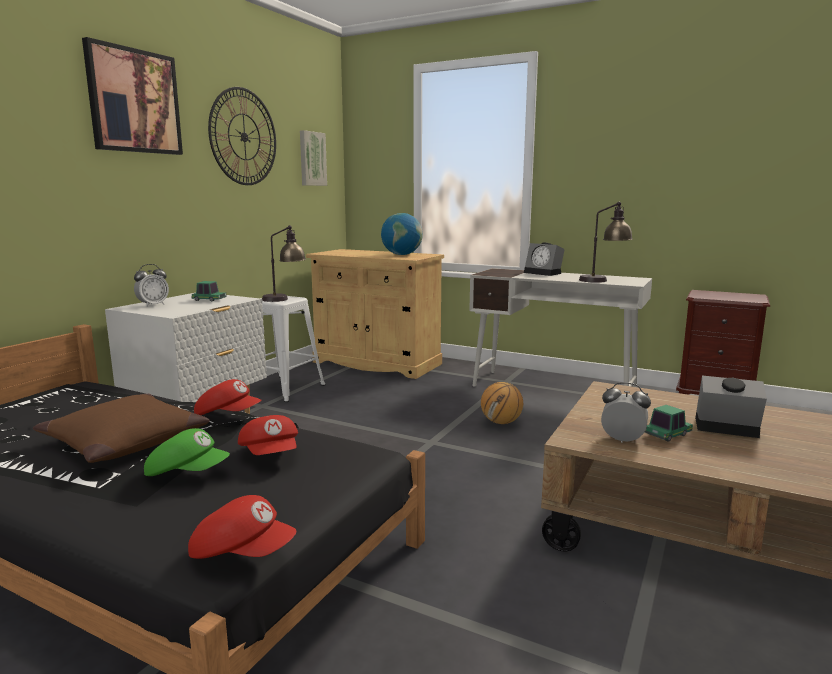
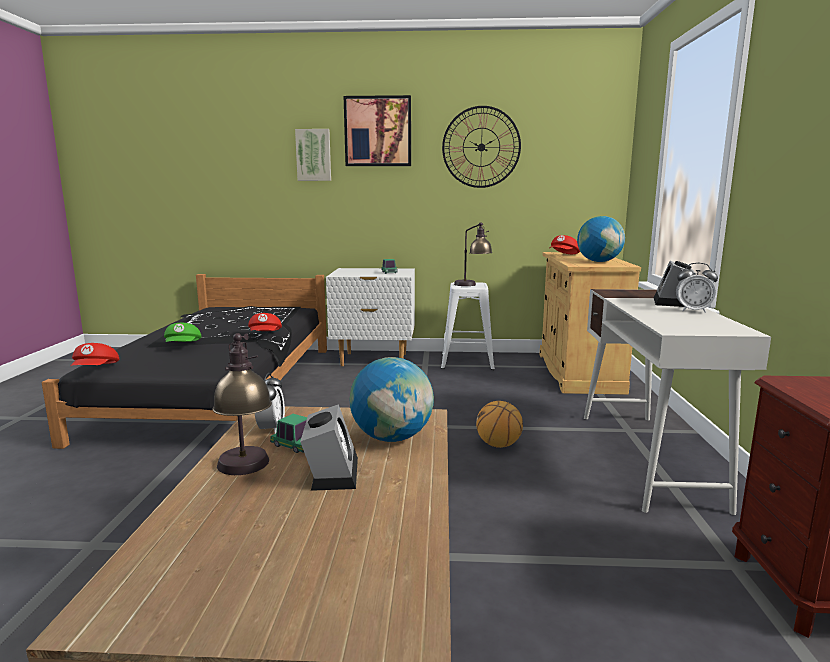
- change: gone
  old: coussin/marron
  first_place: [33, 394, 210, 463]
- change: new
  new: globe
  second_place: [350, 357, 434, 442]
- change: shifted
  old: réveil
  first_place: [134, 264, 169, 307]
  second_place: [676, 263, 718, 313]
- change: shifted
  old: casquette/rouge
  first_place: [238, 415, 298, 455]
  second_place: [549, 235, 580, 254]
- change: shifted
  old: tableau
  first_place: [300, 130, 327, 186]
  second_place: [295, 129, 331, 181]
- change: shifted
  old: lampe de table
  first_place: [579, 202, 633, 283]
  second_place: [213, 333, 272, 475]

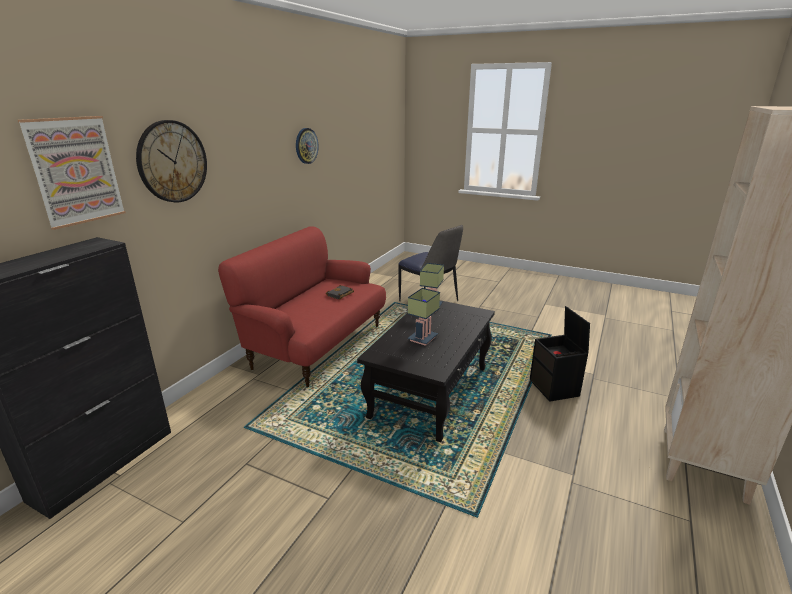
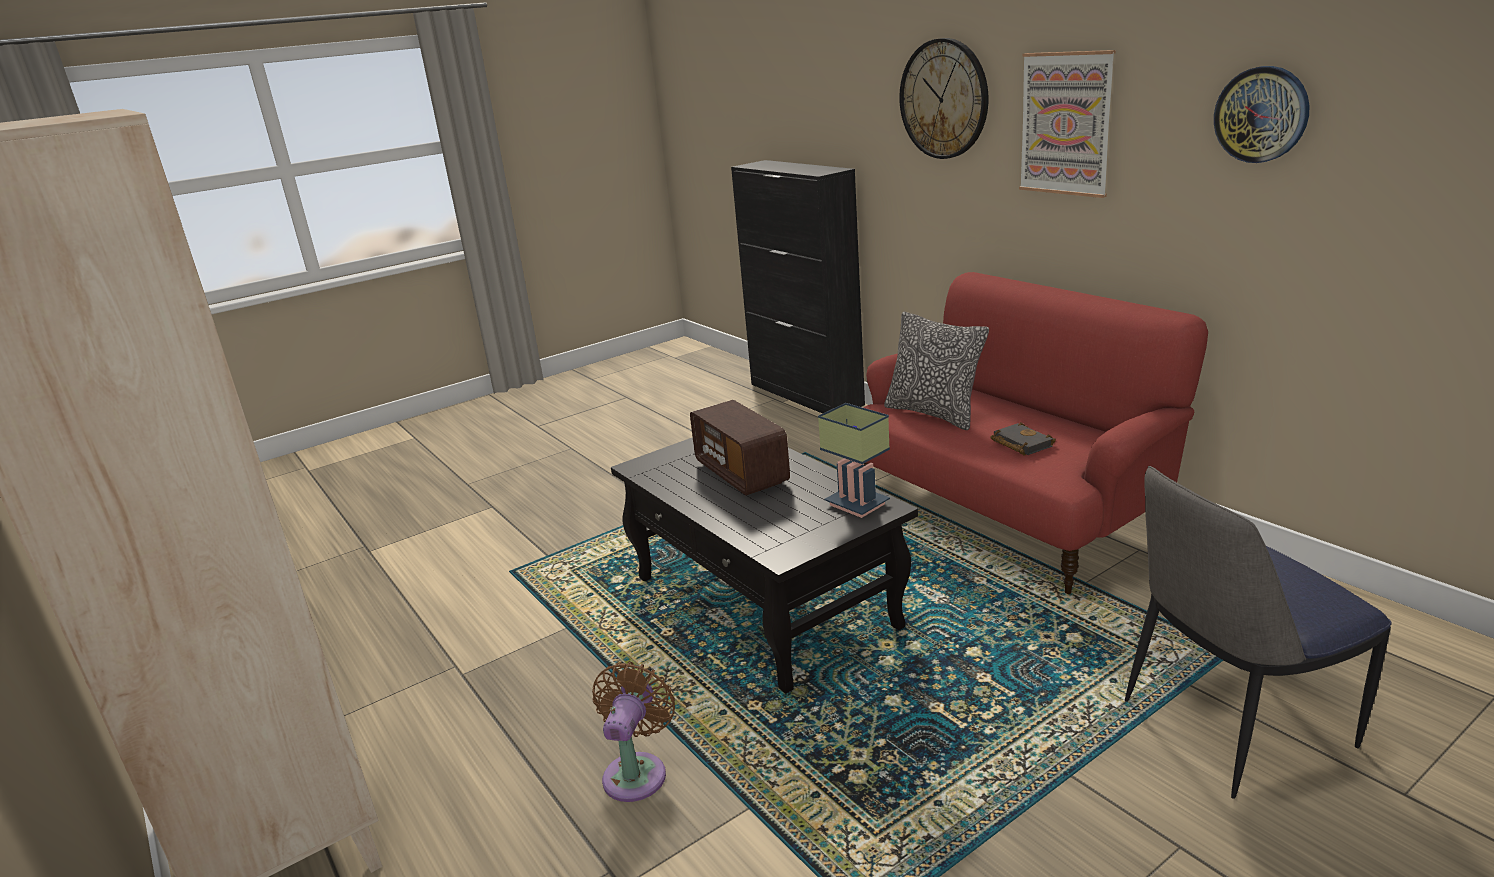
- change: new
  new: coussin
  second_place: [884, 312, 989, 430]
- change: shifted
  old: tableau
  first_place: [18, 116, 126, 230]
  second_place: [1019, 50, 1116, 198]
- change: swapped
  old: lampe de table
  new: radio
  first_place: [408, 288, 440, 346]
  second_place: [690, 400, 790, 495]
- change: swapped
  old: boîte de rangement/noir
  new: ventilateur/marron
  first_place: [530, 306, 590, 402]
  second_place: [592, 662, 675, 802]

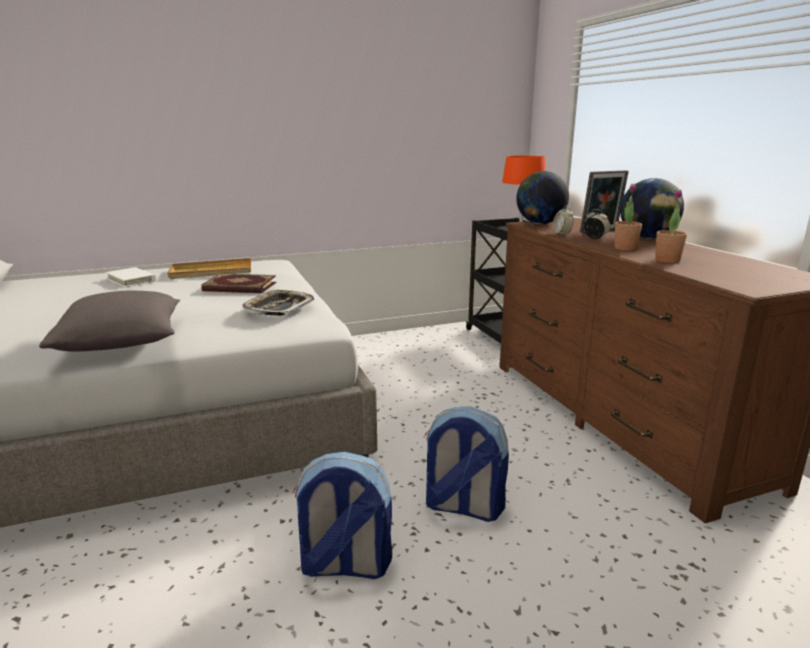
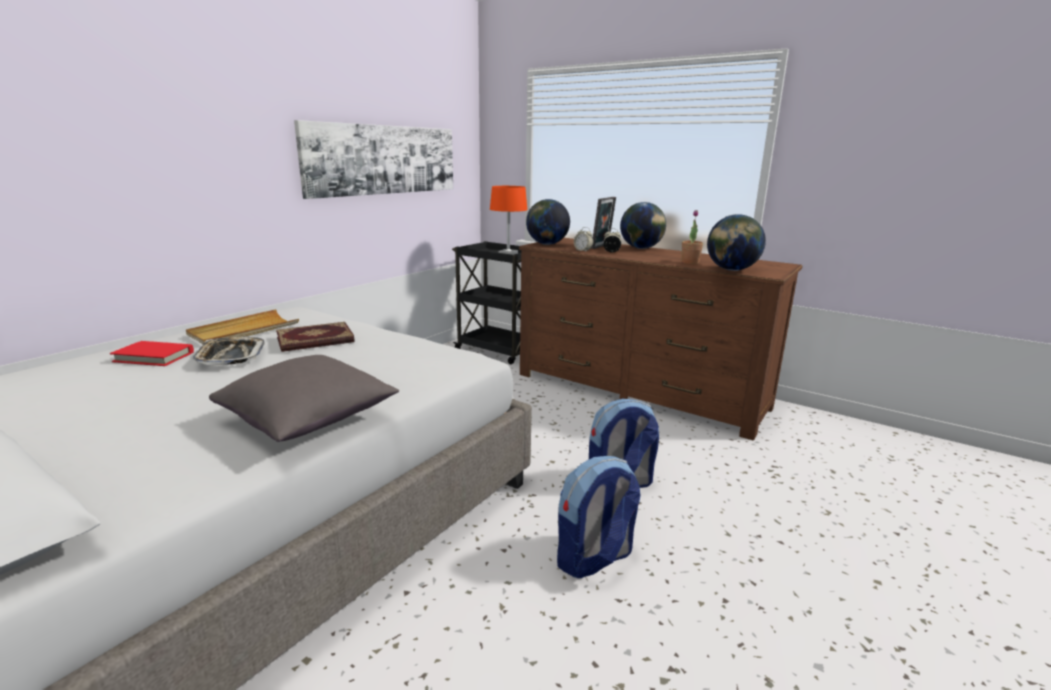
- change: gone
  old: plante en pot
  first_place: [614, 183, 642, 251]
- change: new
  new: tableau
  second_place: [294, 120, 453, 199]
- change: new
  new: globe
  second_place: [707, 214, 766, 271]
- change: shifted
  old: plateau
  first_place: [242, 290, 314, 316]
  second_place: [193, 337, 265, 366]
- change: repainted
  old: livre/blanc
  new: livre/rouge
  first_place: [105, 267, 156, 288]
  second_place: [110, 341, 194, 366]

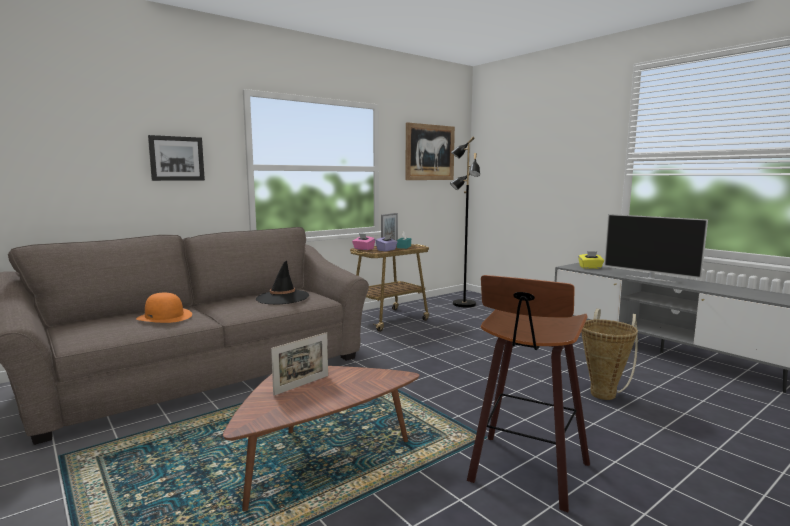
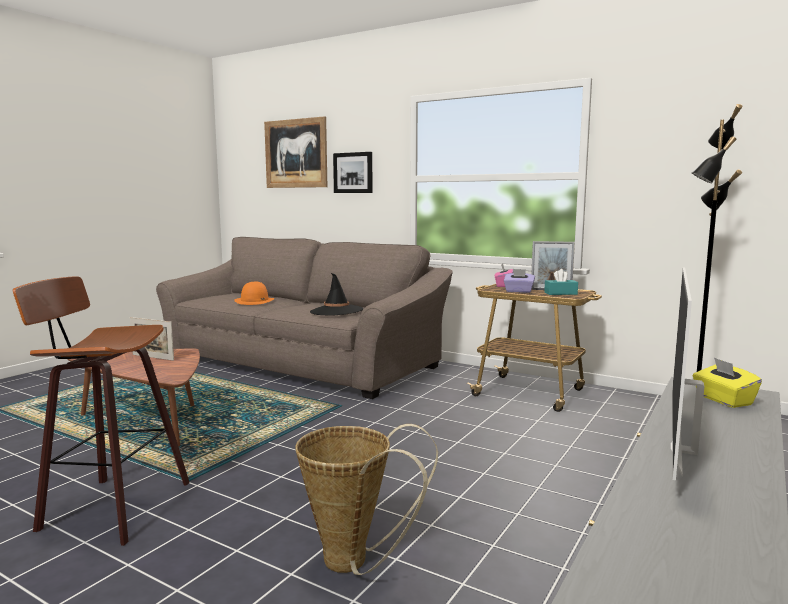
- change: shifted
  old: tableau
  first_place: [405, 122, 455, 180]
  second_place: [264, 116, 327, 188]

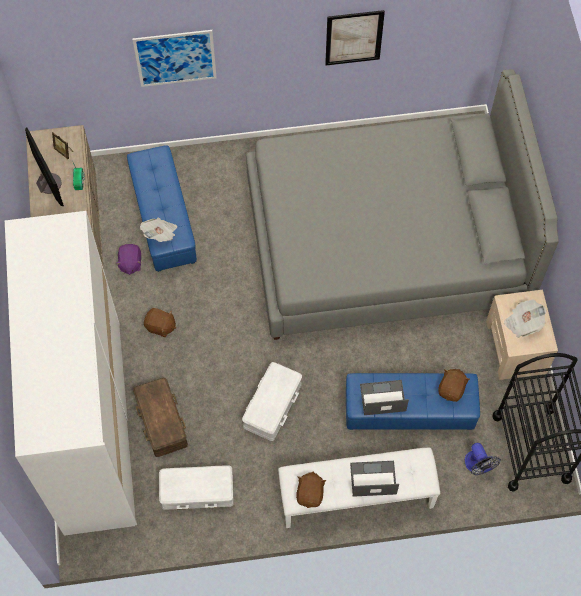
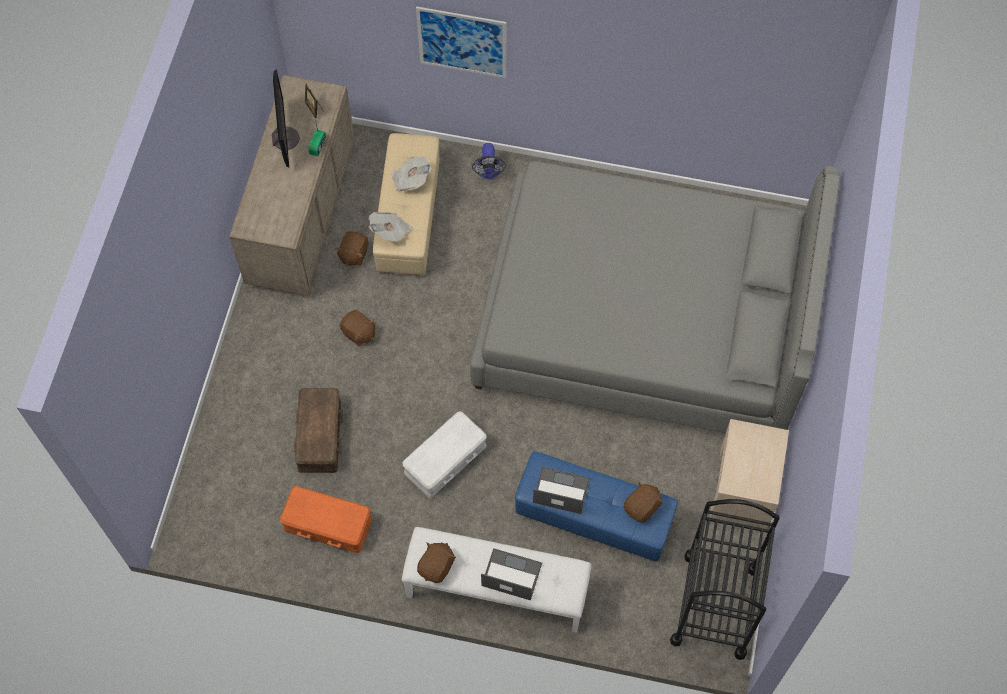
- change: gone
  old: armoire/blanc
  first_place: [5, 211, 137, 536]
- change: gone
  old: tableau
  first_place: [325, 10, 385, 65]
- change: shifted
  old: ventilateur
  first_place: [465, 443, 501, 475]
  second_place: [472, 143, 506, 179]
- change: shifted
  old: journal
  first_place: [504, 299, 547, 338]
  second_place: [391, 156, 431, 191]
- change: repainted
  old: peluche/violet
  new: peluche/marron
  first_place: [116, 244, 141, 275]
  second_place: [336, 231, 368, 266]
- change: repainted
  old: pouf/bleu
  new: pouf/beige
  first_place: [127, 145, 197, 272]
  second_place: [373, 133, 440, 276]
- change: repainted
  old: boîte de rangement/blanc
  new: boîte de rangement/orange
  first_place: [159, 465, 234, 510]
  second_place: [280, 486, 372, 553]

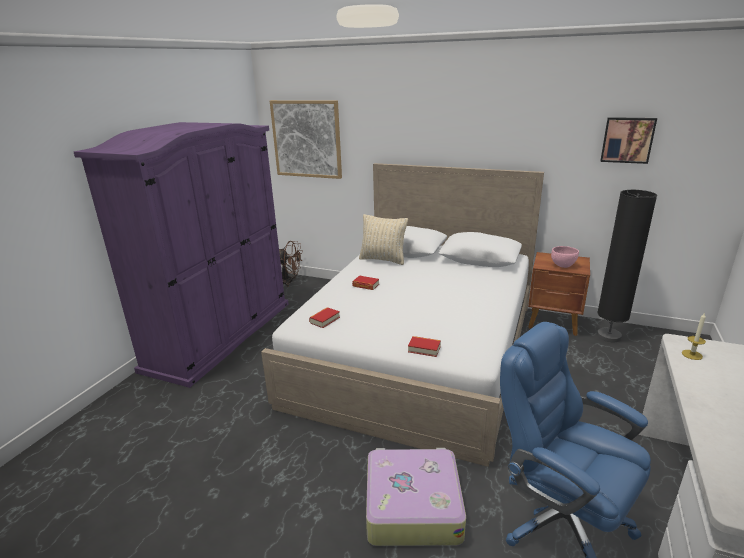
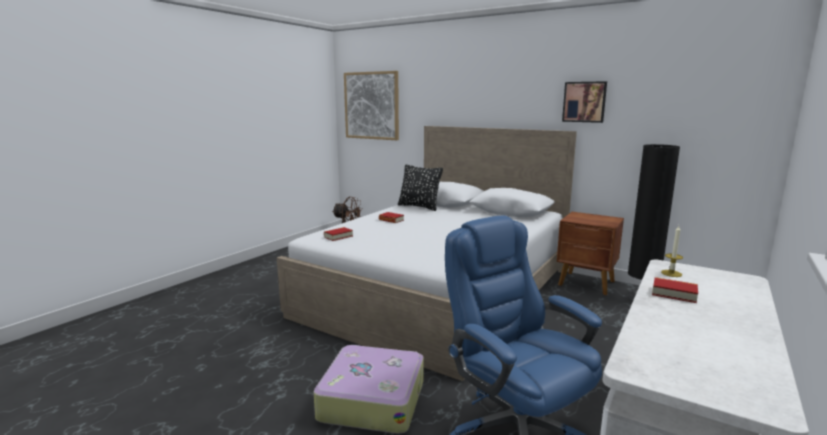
- change: gone
  old: armoire/violet
  first_place: [74, 122, 289, 388]
- change: gone
  old: bol/rose
  first_place: [551, 246, 579, 268]
- change: shifted
  old: livre
  first_place: [408, 336, 441, 357]
  second_place: [652, 277, 698, 303]
- change: shifted
  old: tableau
  first_place: [600, 117, 657, 164]
  second_place: [562, 81, 607, 123]
- change: repainted
  old: coussin/beige
  new: coussin/noir
  first_place: [359, 214, 408, 265]
  second_place: [398, 165, 443, 211]

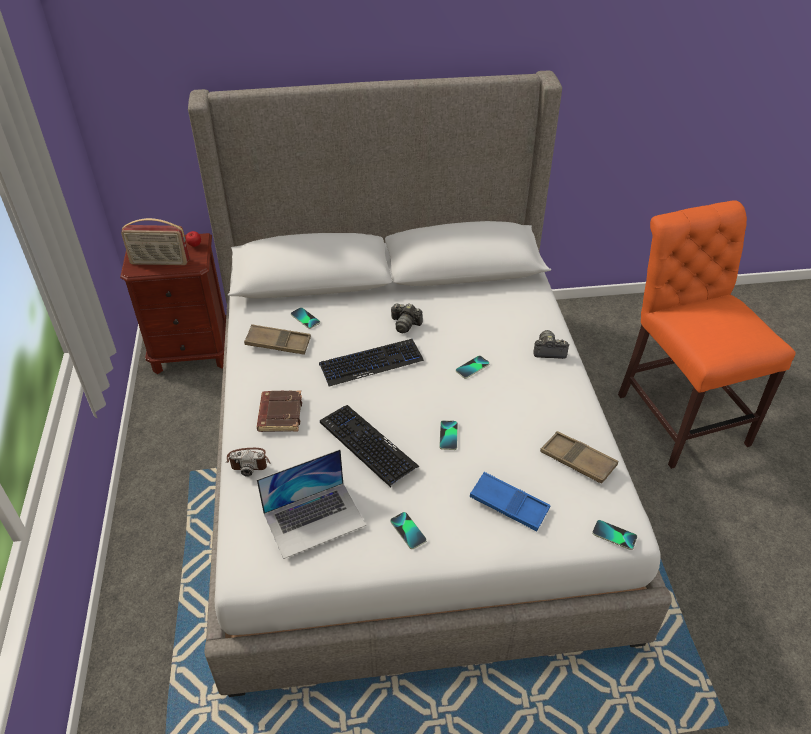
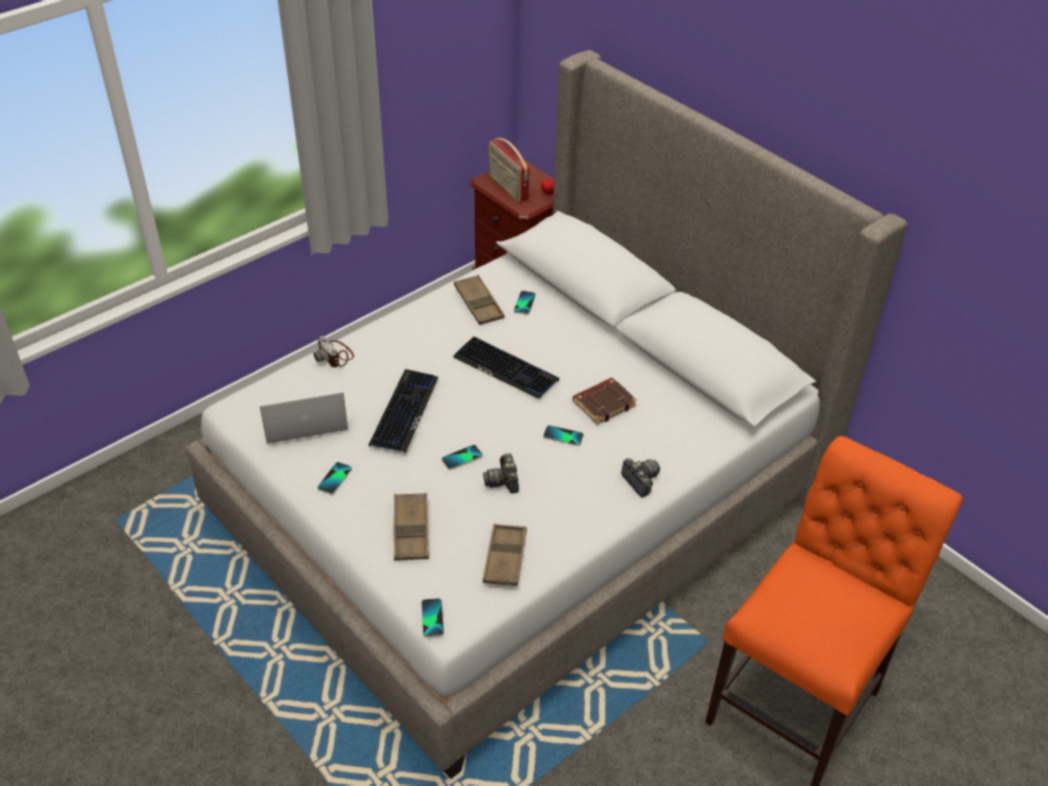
- change: shifted
  old: livre/marron
  first_place: [257, 390, 302, 432]
  second_place: [573, 378, 637, 425]
- change: shifted
  old: appareil photo
  first_place: [391, 303, 423, 333]
  second_place: [483, 454, 519, 494]
- change: repainted
  old: plateau/bleu
  new: plateau/marron
  first_place: [469, 472, 550, 532]
  second_place: [393, 493, 429, 560]
- change: rotated
  old: ordinateur portable
  first_place: [257, 449, 366, 559]
  second_place: [260, 392, 348, 444]
  degrees: 135

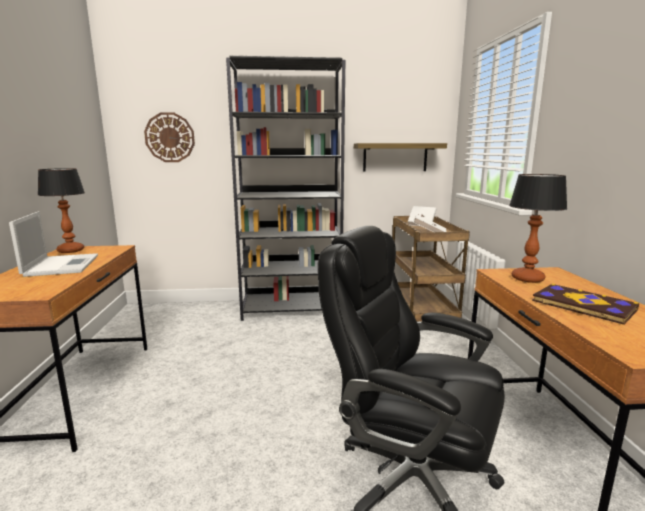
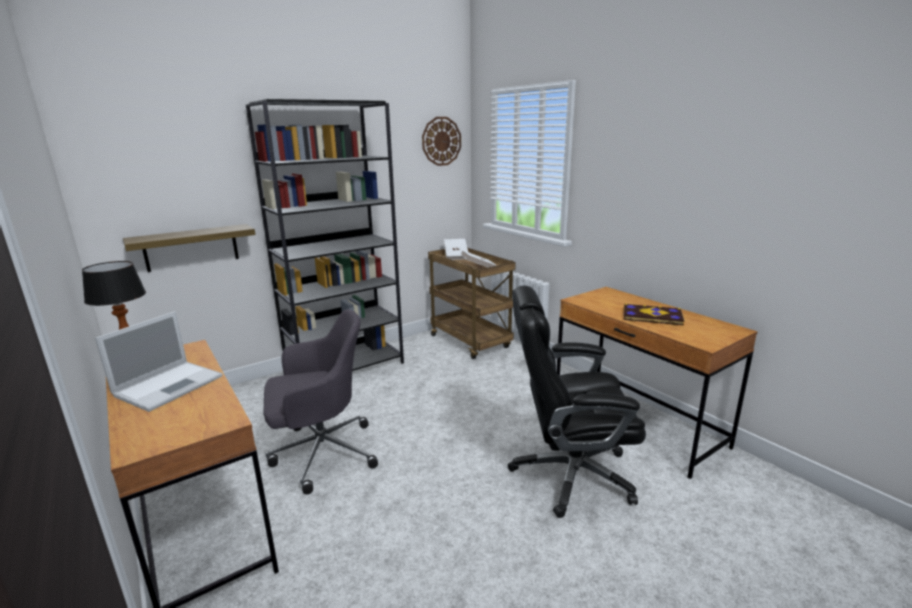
- change: gone
  old: lampe de table
  first_place: [509, 174, 567, 283]
- change: new
  new: chaise de bureau/gris
  second_place: [263, 309, 378, 494]
- change: shifted
  old: horloge murale
  first_place: [144, 112, 195, 162]
  second_place: [422, 117, 461, 166]
- change: shifted
  old: étagère
  first_place: [354, 143, 447, 172]
  second_place: [123, 224, 256, 272]
- change: rotated
  old: ordinateur portable
  first_place: [9, 211, 98, 277]
  second_place: [95, 312, 223, 412]
  degrees: 75

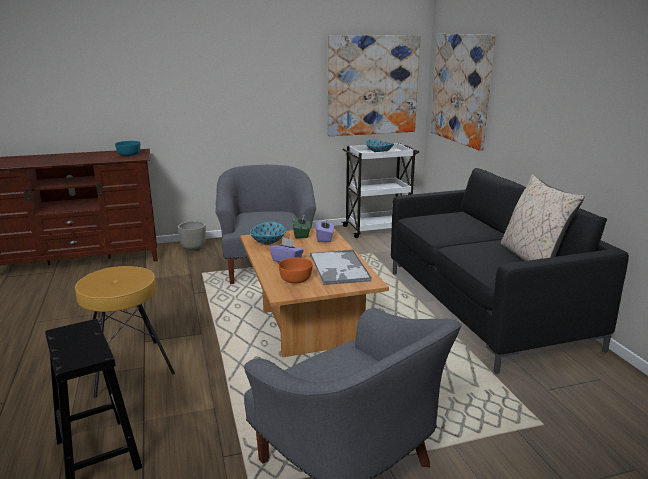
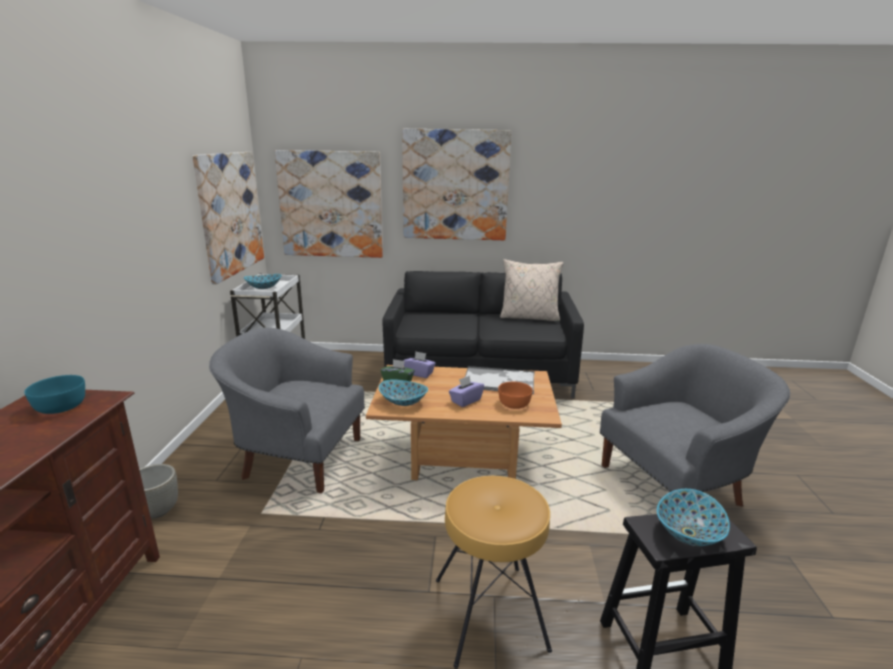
- change: new
  new: tableau
  second_place: [402, 129, 512, 241]
- change: new
  new: bol
  second_place: [657, 489, 730, 546]

